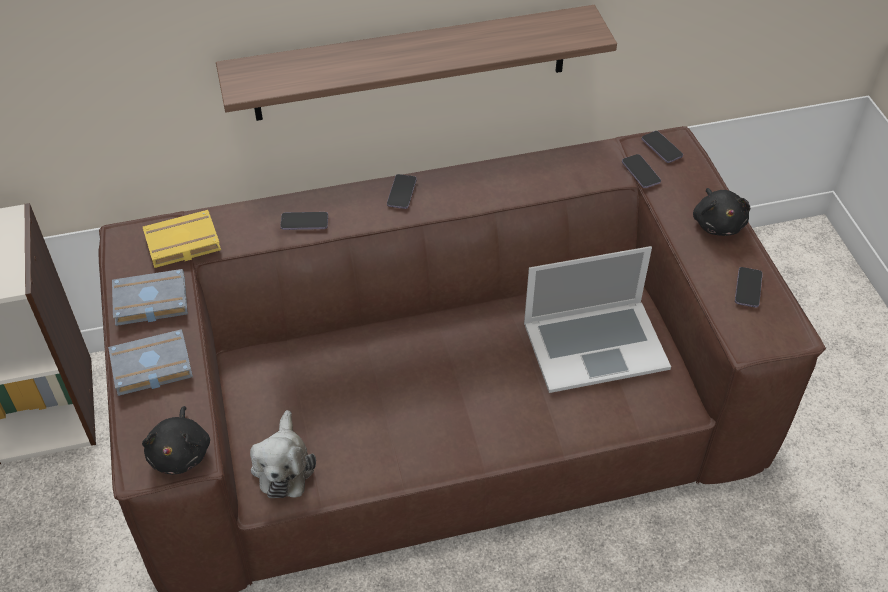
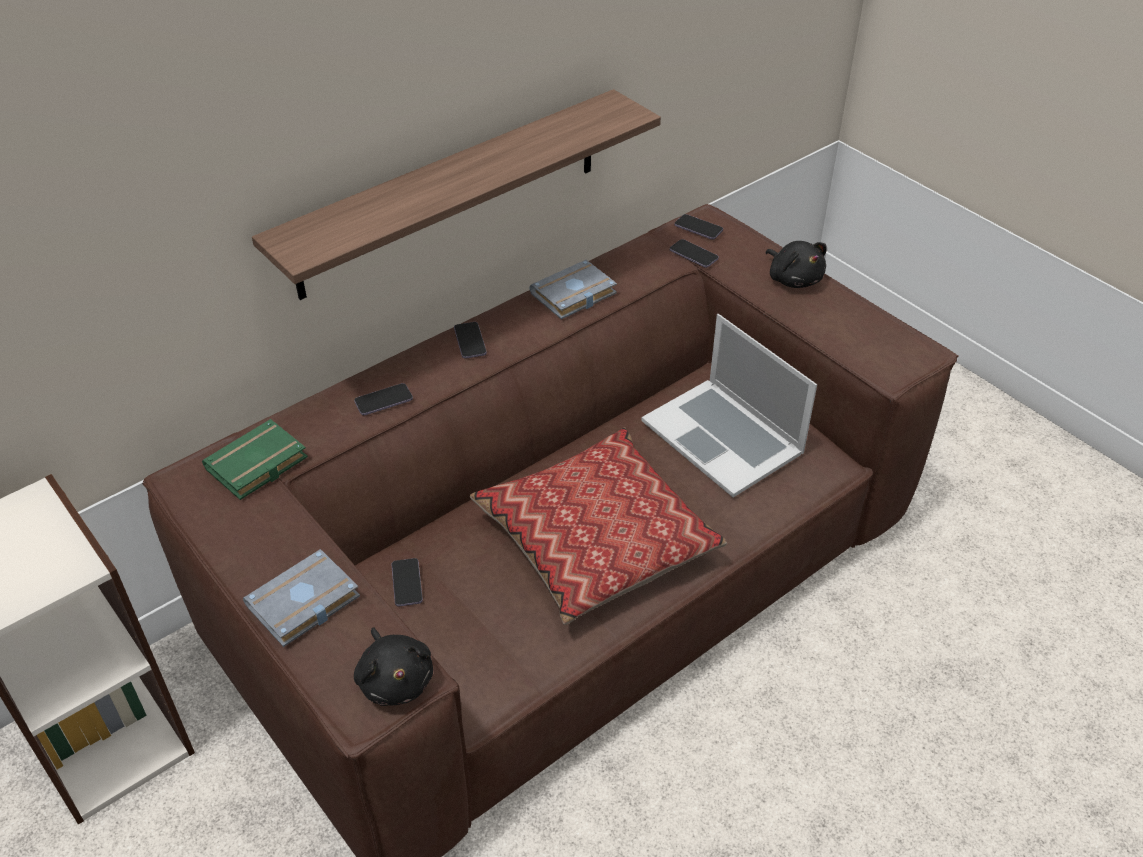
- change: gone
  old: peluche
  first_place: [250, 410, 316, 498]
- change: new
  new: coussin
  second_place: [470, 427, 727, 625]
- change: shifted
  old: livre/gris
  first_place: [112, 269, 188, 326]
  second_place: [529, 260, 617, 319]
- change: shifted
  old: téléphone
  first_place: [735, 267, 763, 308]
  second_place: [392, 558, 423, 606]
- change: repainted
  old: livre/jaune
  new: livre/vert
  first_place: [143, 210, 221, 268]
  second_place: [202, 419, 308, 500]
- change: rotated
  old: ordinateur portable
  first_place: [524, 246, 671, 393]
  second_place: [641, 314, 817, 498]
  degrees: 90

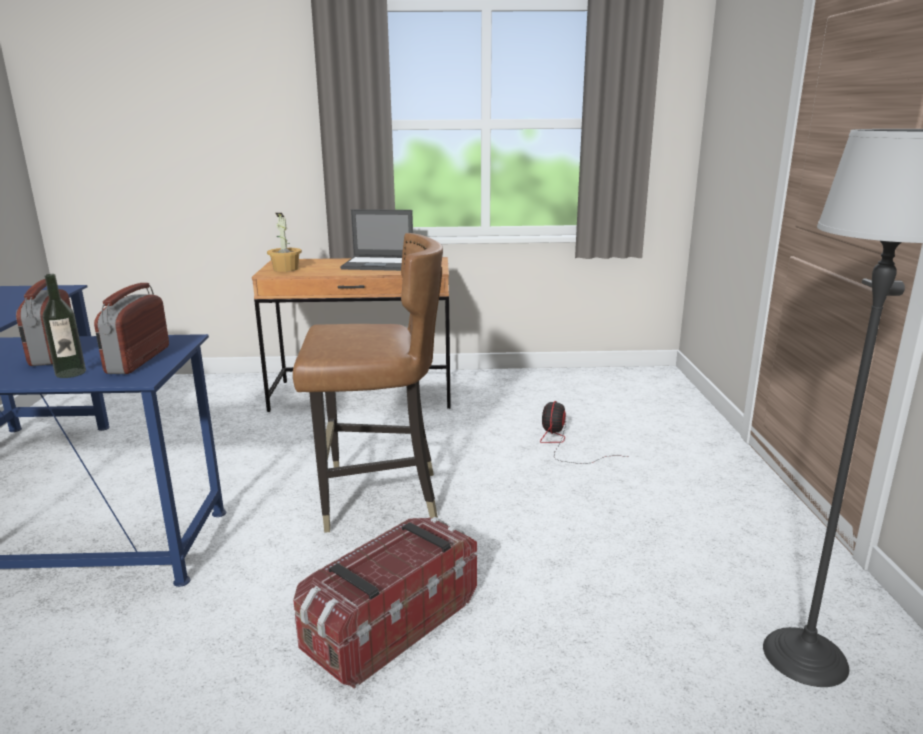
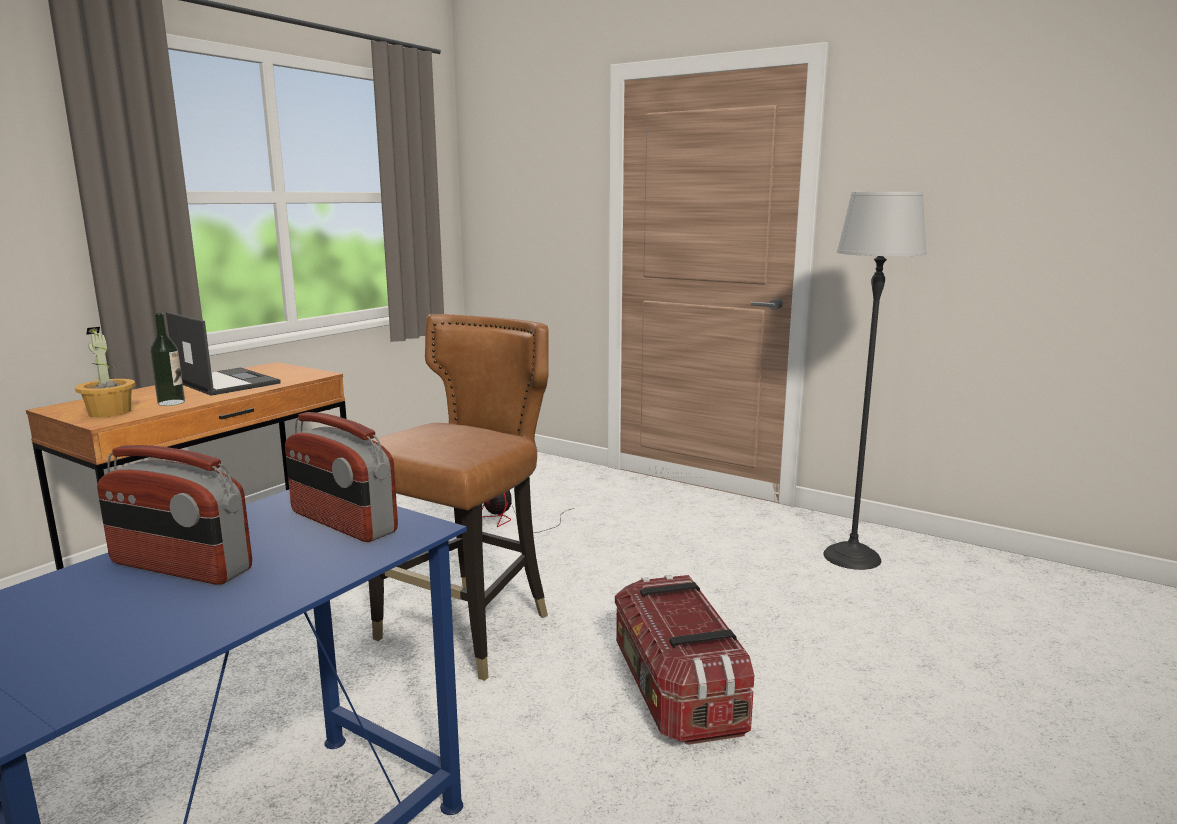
- change: shifted
  old: bouteille
  first_place: [43, 274, 86, 378]
  second_place: [150, 313, 185, 406]
- change: rotated
  old: ordinateur portable
  first_place: [340, 209, 413, 271]
  second_place: [166, 312, 281, 396]
  degrees: -90

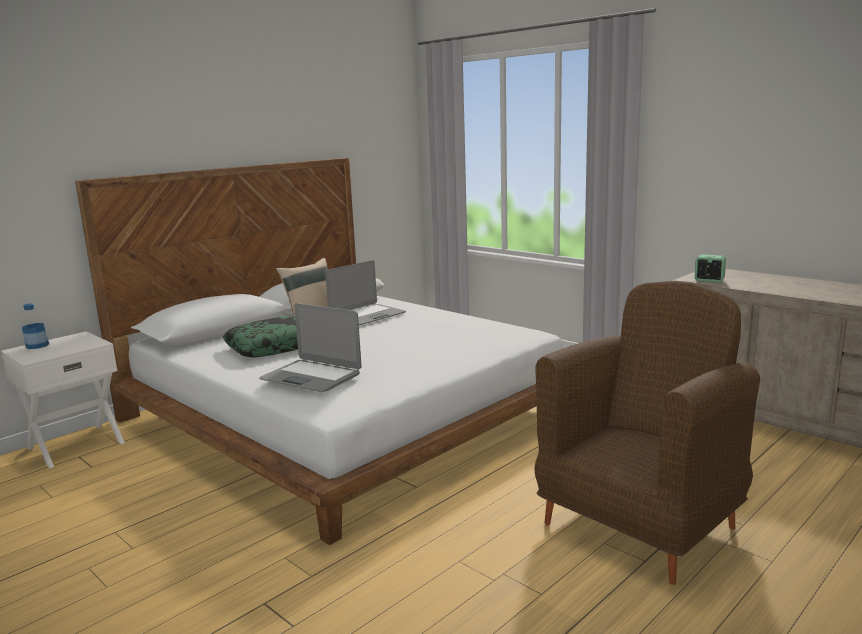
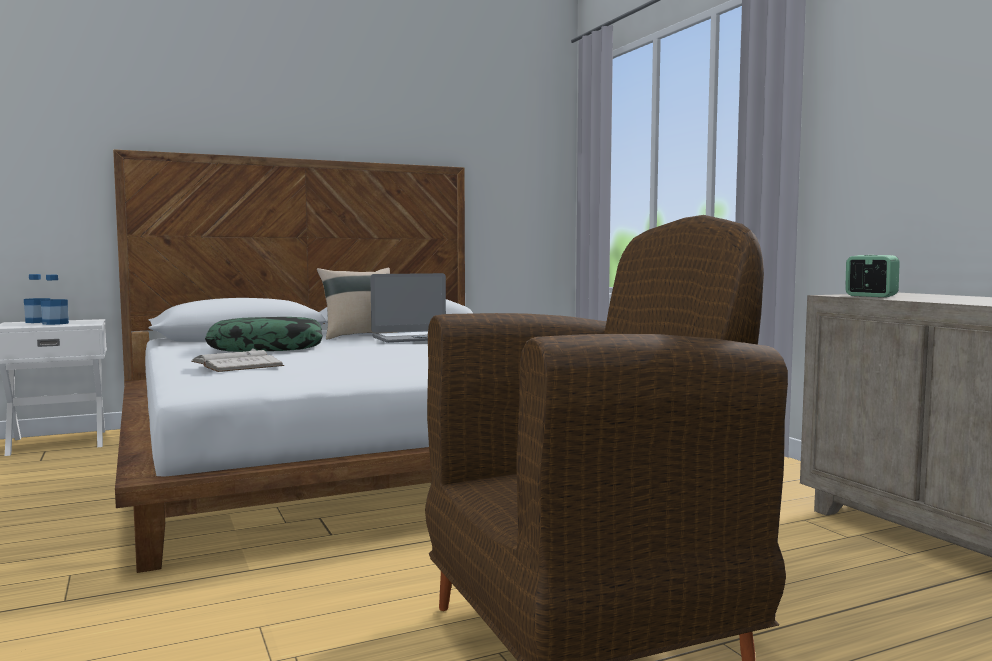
- change: new
  new: bouteille
  second_place: [41, 275, 69, 325]
- change: swapped
  old: ordinateur portable
  new: livre/blanc
  first_place: [259, 303, 362, 392]
  second_place: [191, 349, 284, 372]

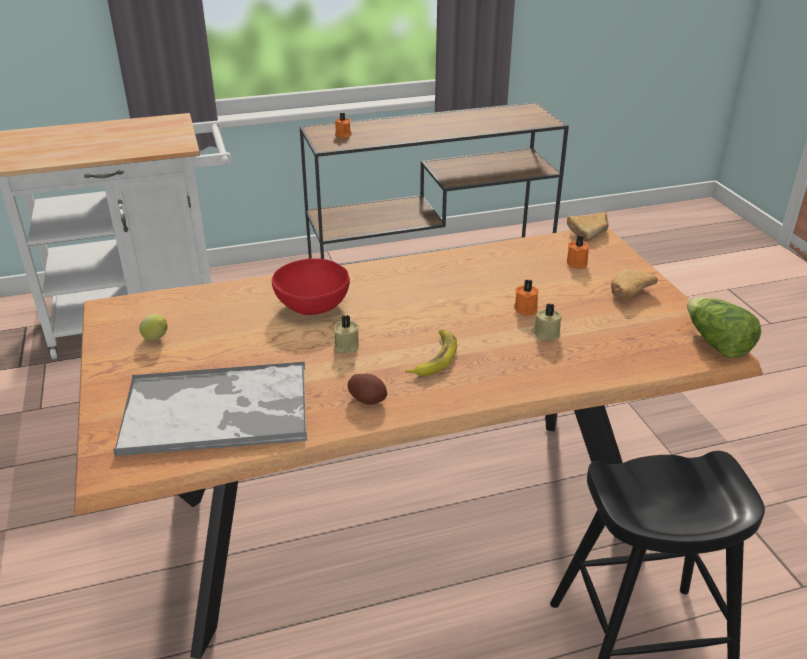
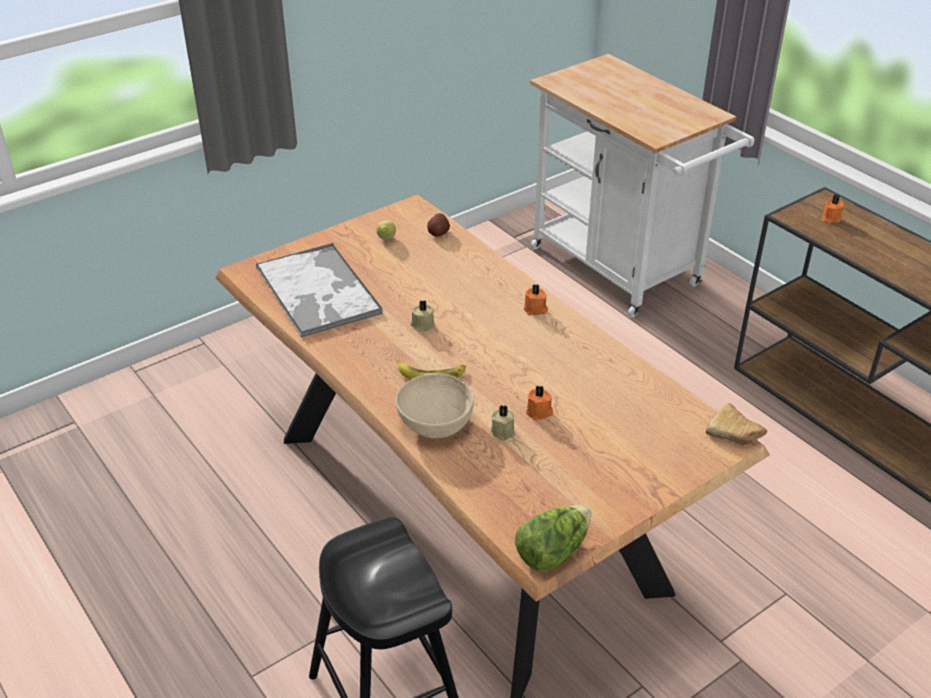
- change: gone
  old: bol/rouge
  first_place: [272, 258, 350, 315]
- change: gone
  old: pain
  first_place: [611, 270, 658, 298]
- change: new
  new: bol/beige
  second_place: [396, 374, 474, 439]
- change: shifted
  old: pomme de terre
  first_place: [348, 374, 387, 405]
  second_place: [427, 213, 450, 237]
- change: shifted
  old: bougie/orange
  first_place: [567, 235, 589, 269]
  second_place: [524, 284, 548, 316]

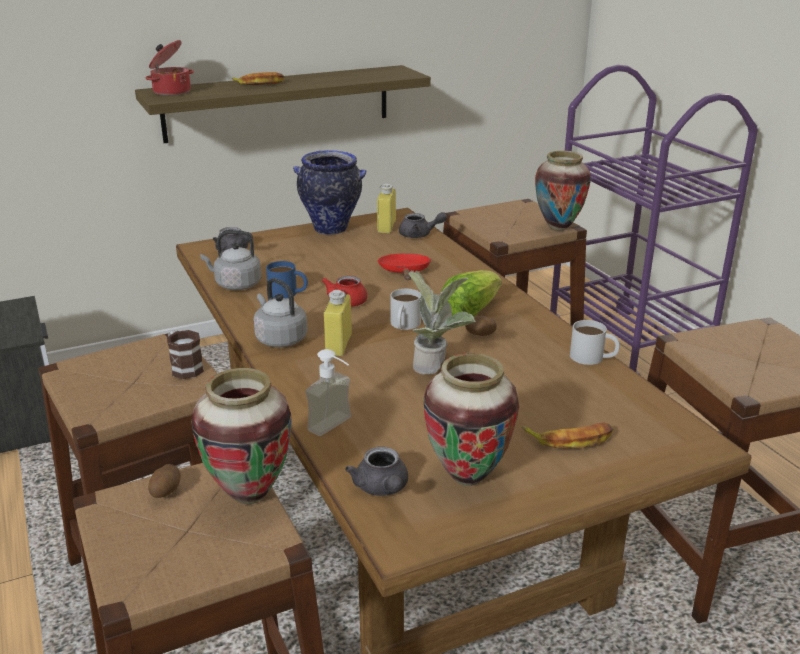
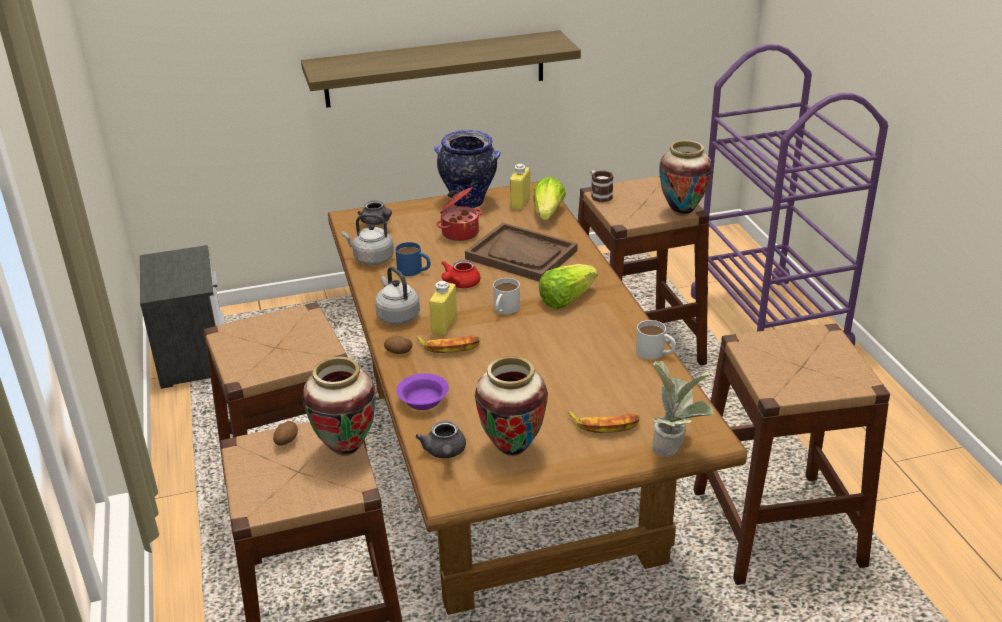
- change: shifted
  old: marmite
  first_place: [146, 40, 194, 96]
  second_place: [436, 187, 482, 241]
- change: shifted
  old: mug
  first_place: [167, 330, 204, 379]
  second_place: [590, 170, 614, 202]
- change: shifted
  old: banane
  first_place: [232, 72, 284, 85]
  second_place: [416, 336, 480, 353]
- change: shifted
  old: plante en pot
  first_place: [408, 270, 476, 375]
  second_place: [652, 361, 714, 457]
- change: shifted
  old: pomme de terre
  first_place: [465, 315, 497, 336]
  second_place: [384, 336, 412, 354]
- change: swapped
  old: distributeur de savon
  new: bol/violet
  first_place: [305, 349, 351, 436]
  second_place: [396, 373, 449, 410]
- change: swapped
  old: poêle/rouge
  new: plateau/marron
  first_place: [377, 253, 432, 280]
  second_place: [465, 223, 577, 281]
- change: swapped
  old: théière/gris
  new: laitue
  first_place: [399, 212, 447, 238]
  second_place: [533, 176, 566, 220]

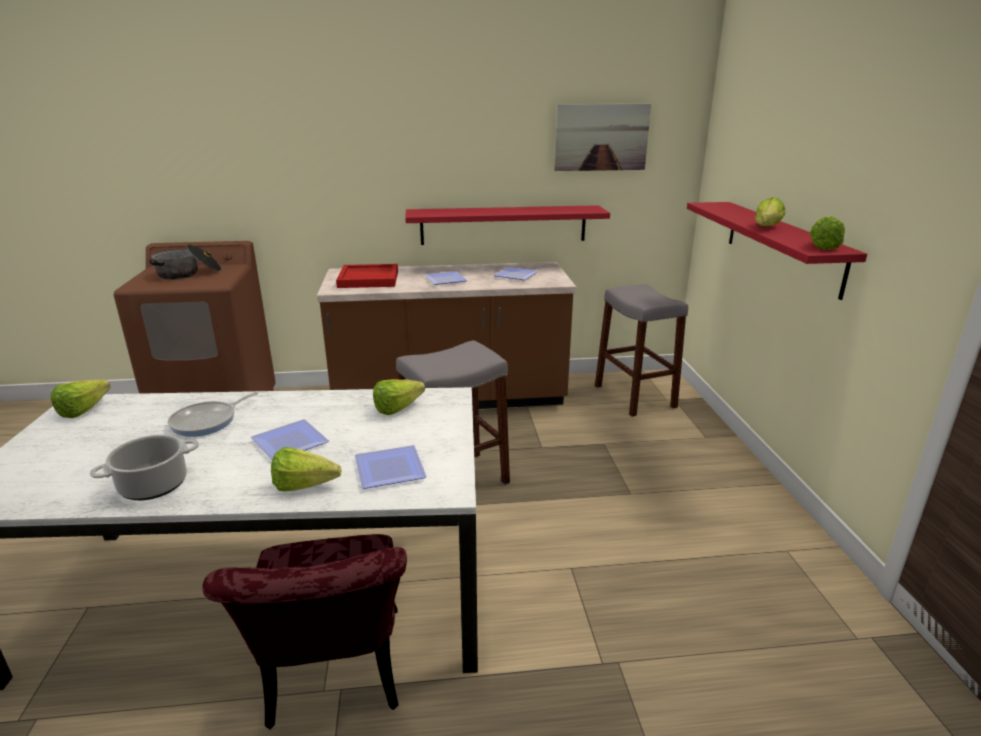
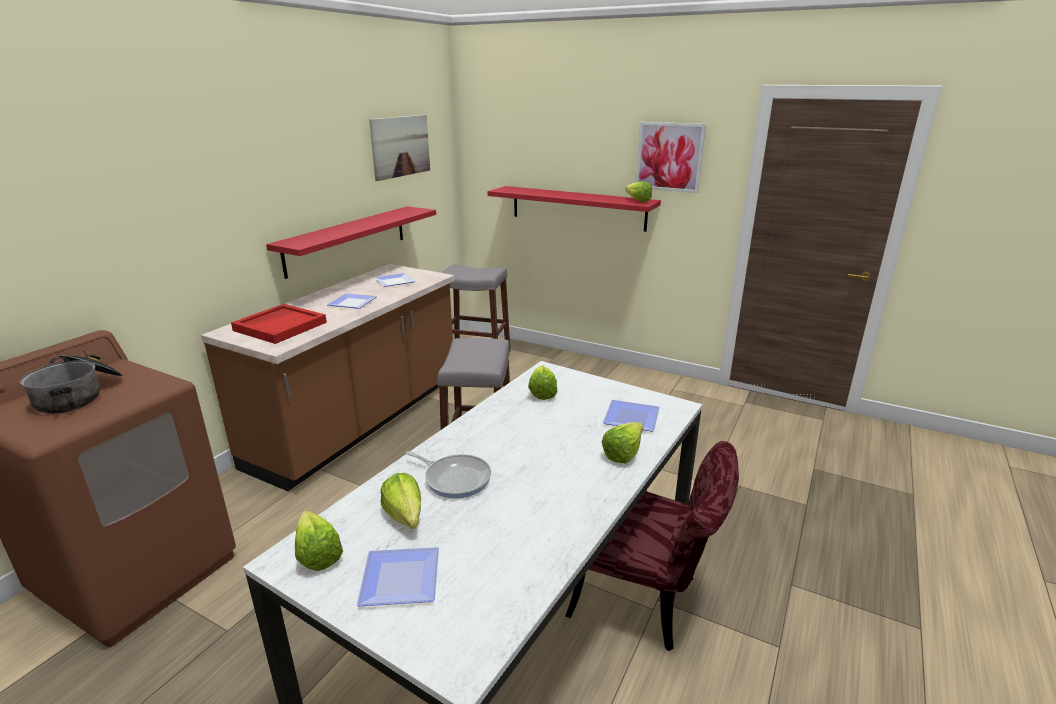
- change: gone
  old: marmite
  first_place: [90, 435, 199, 500]
- change: new
  new: tableau
  second_place: [636, 122, 706, 193]
- change: shifted
  old: assiette
  first_place: [251, 419, 329, 460]
  second_place: [357, 547, 439, 606]
- change: shifted
  old: laitue
  first_place: [755, 197, 785, 226]
  second_place: [381, 473, 421, 529]
- change: rotated
  old: poêle
  first_place: [168, 392, 258, 437]
  second_place: [406, 451, 491, 499]
  degrees: -45

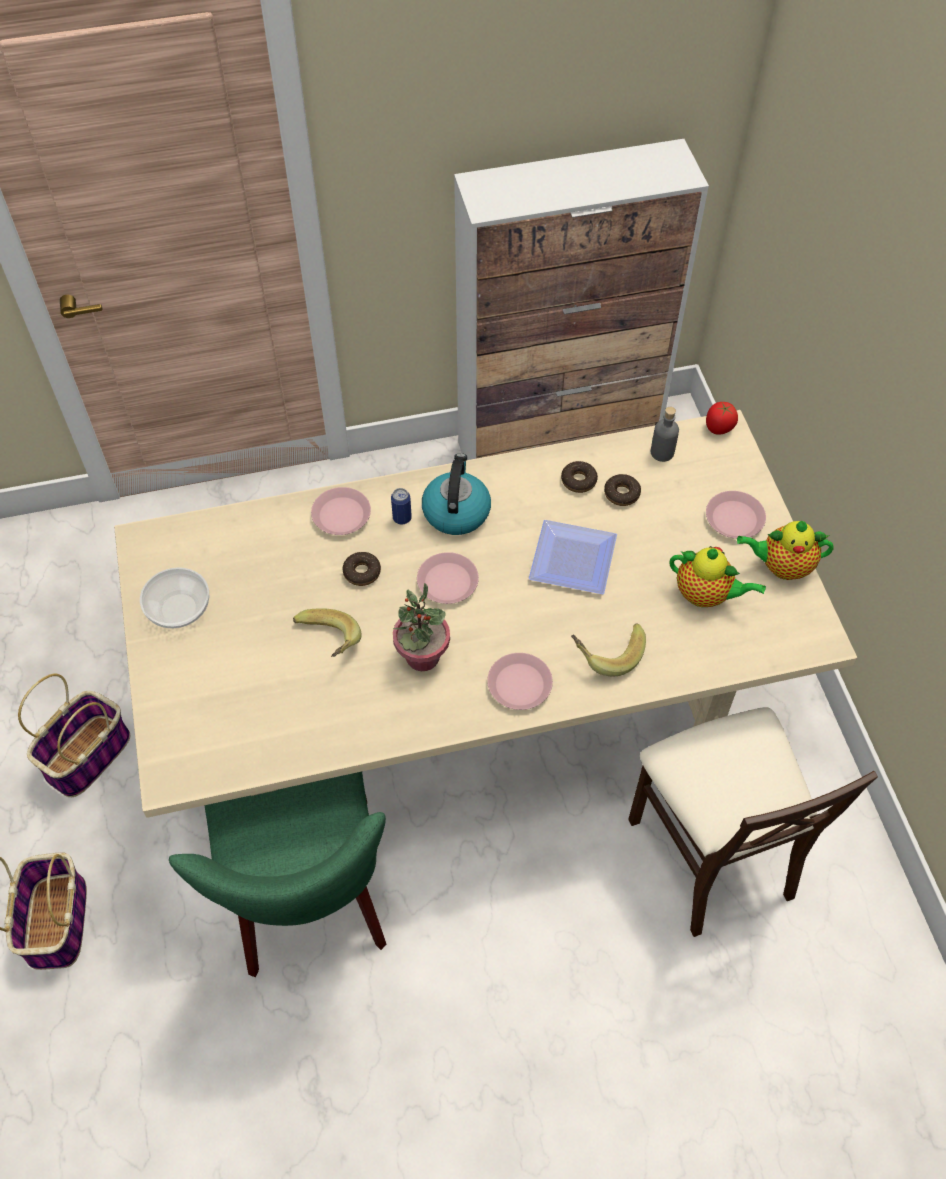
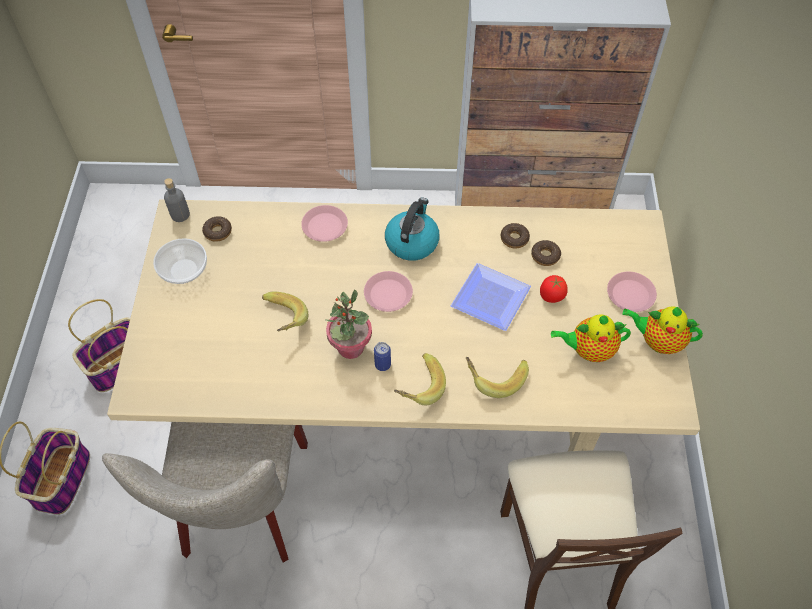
- change: shifted
  old: beignet
  first_place: [343, 552, 381, 586]
  second_place: [202, 216, 232, 242]
- change: shifted
  old: boîte métallique
  first_place: [391, 488, 412, 525]
  second_place: [374, 342, 391, 371]
- change: shifted
  old: bouteille/gris
  first_place: [651, 407, 679, 462]
  second_place: [164, 178, 190, 222]
- change: shifted
  old: tomate
  first_place: [706, 402, 738, 434]
  second_place: [540, 275, 568, 303]
- change: swapped
  old: assiette/rose
  new: banane
  first_place: [487, 653, 553, 710]
  second_place: [394, 353, 446, 405]
- change: repainted
  old: chaise/vert
  new: chaise/beige
  first_place: [169, 772, 386, 977]
  second_place: [102, 422, 308, 563]
- change: rotated
  old: théière
  first_place: [670, 546, 766, 607]
  second_place: [551, 314, 631, 362]
  degrees: 135

